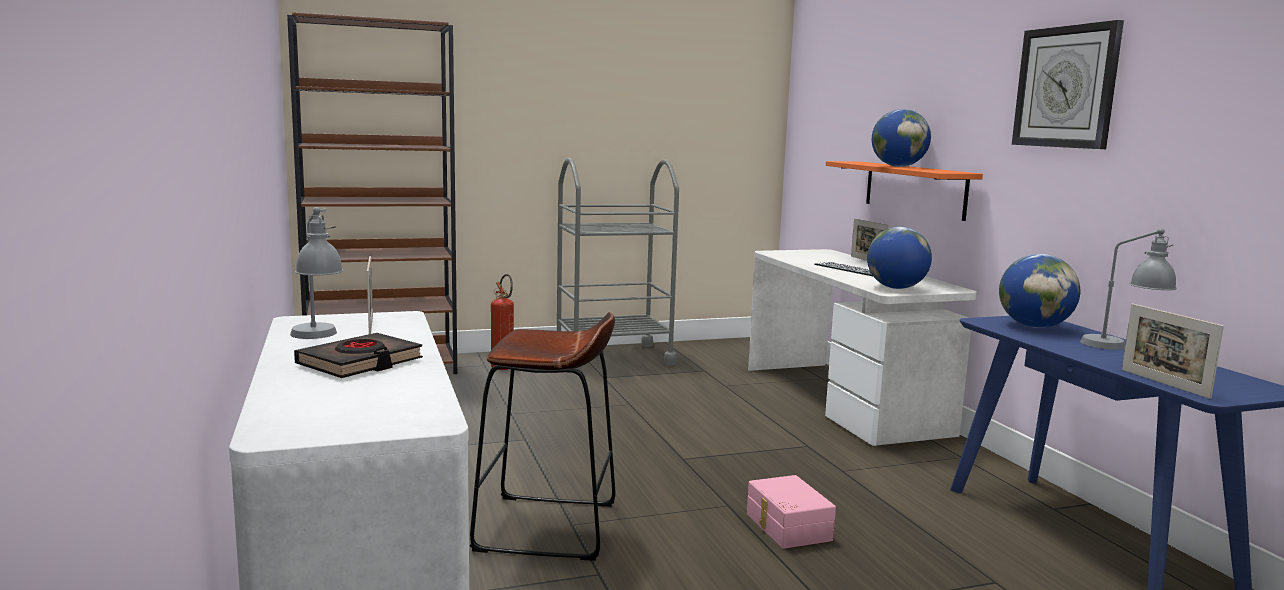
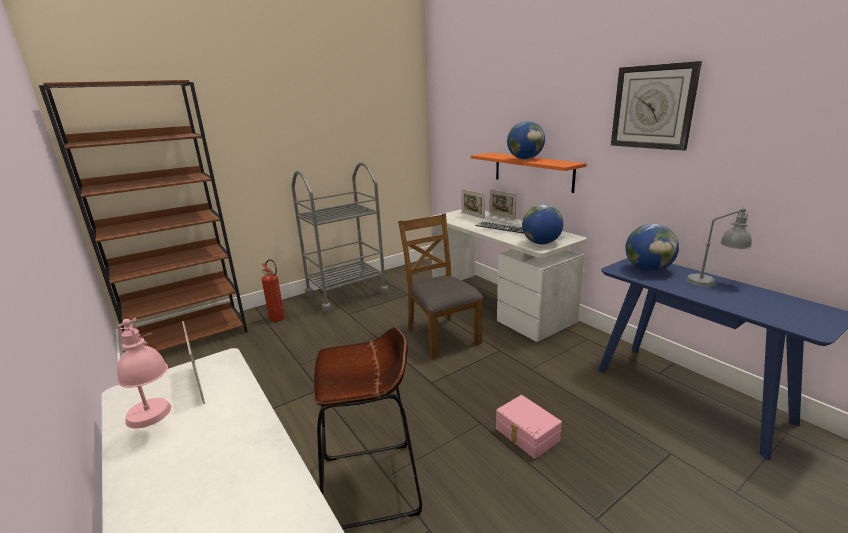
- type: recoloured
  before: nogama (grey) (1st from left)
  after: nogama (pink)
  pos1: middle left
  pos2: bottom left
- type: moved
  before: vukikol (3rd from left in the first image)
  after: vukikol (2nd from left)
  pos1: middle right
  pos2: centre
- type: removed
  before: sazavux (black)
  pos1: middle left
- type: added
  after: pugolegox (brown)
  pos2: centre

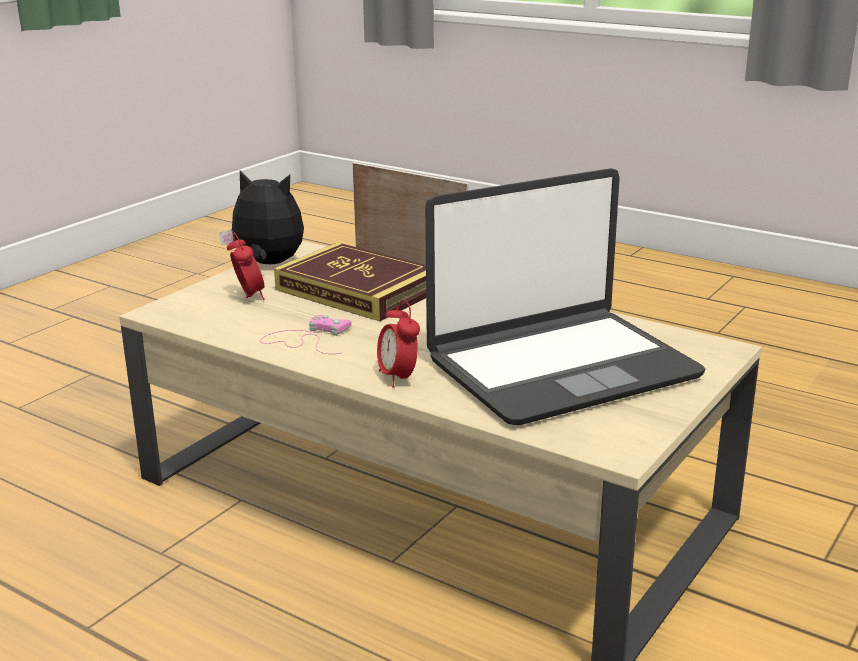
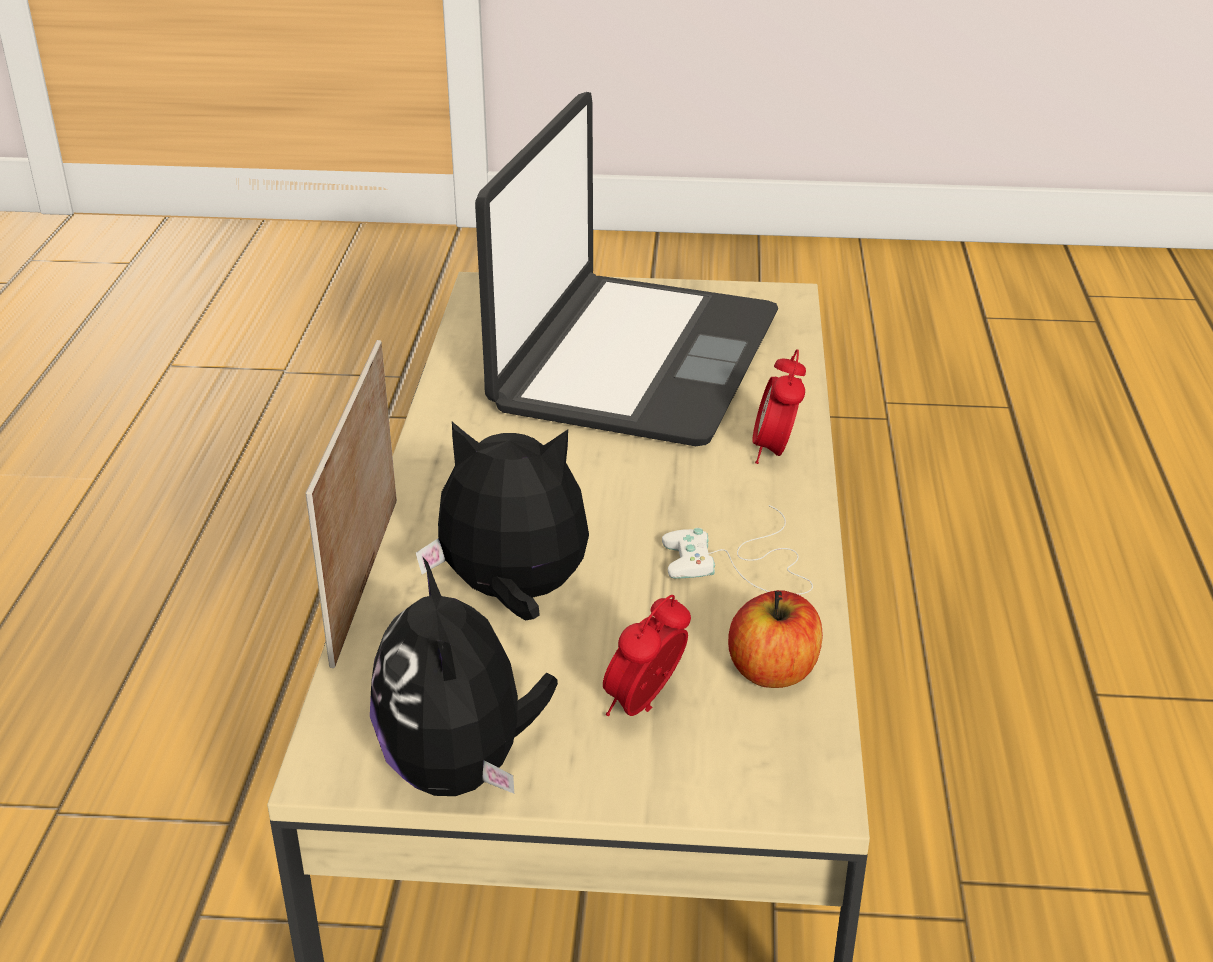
- type: turned
  before: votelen
  pos1: centre
  pos2: top centre
  turn: 75
- type: replaced
  before: sazavux
  after: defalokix (2nd from left)
  pos1: centre
  pos2: centre
- type: turned
  before: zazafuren (2nd from left)
  pos1: centre
  pos2: centre
  turn: 150
- type: recoloured
  before: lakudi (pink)
  after: lakudi (white)
  pos1: centre
  pos2: centre
- type: added
  after: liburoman
  pos2: centre

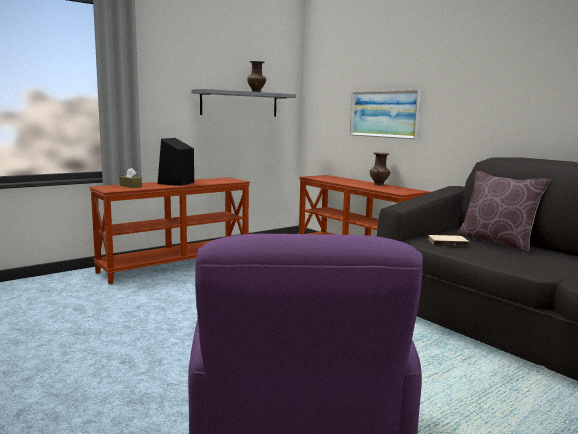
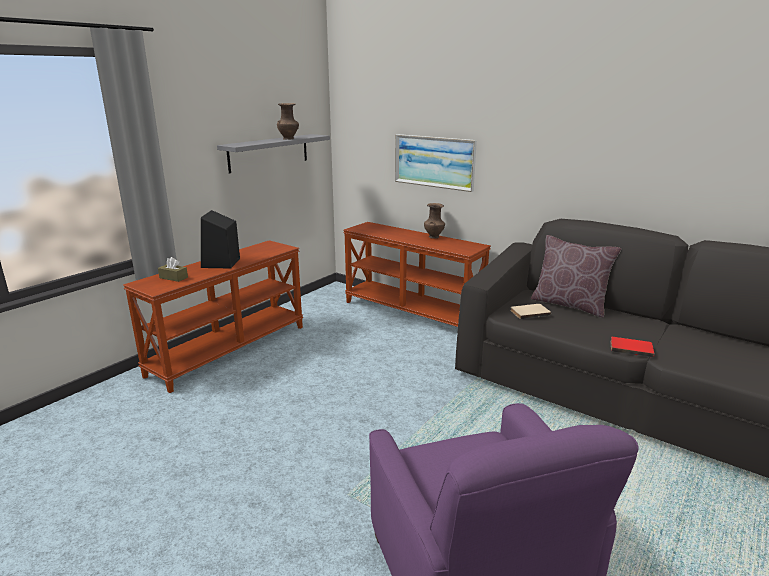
- type: added
  after: sazavux (red)
  pos2: middle right

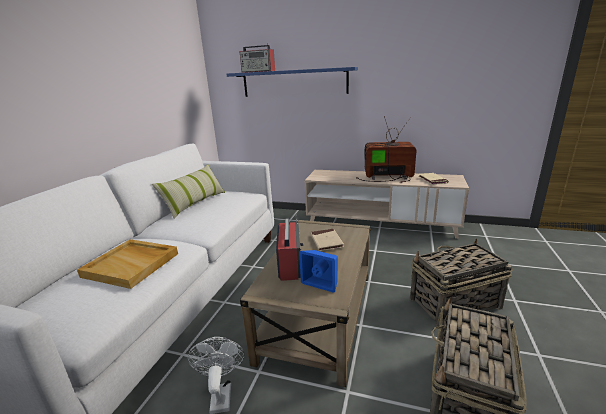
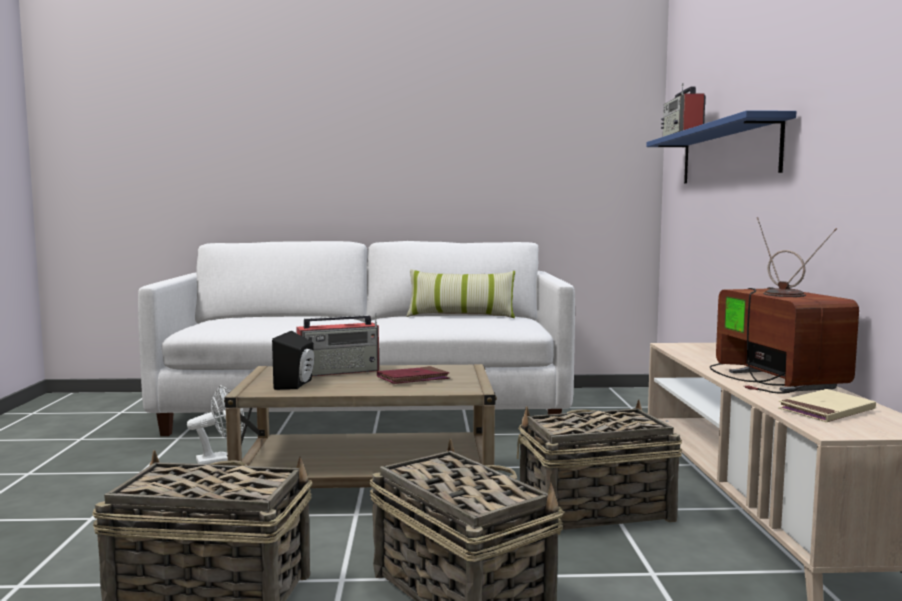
- type: recoloured
  before: sazavux (beige) (1st from left)
  after: sazavux (red)
  pos1: centre
  pos2: centre
- type: removed
  before: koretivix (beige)
  pos1: middle left
- type: recoloured
  before: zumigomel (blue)
  after: zumigomel (black)
  pos1: centre
  pos2: middle left
- type: added
  after: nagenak (3rd from left)
  pos2: bottom centre

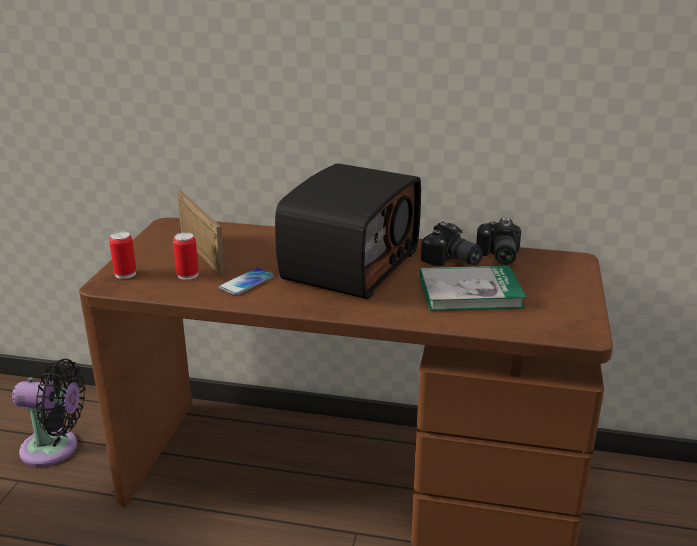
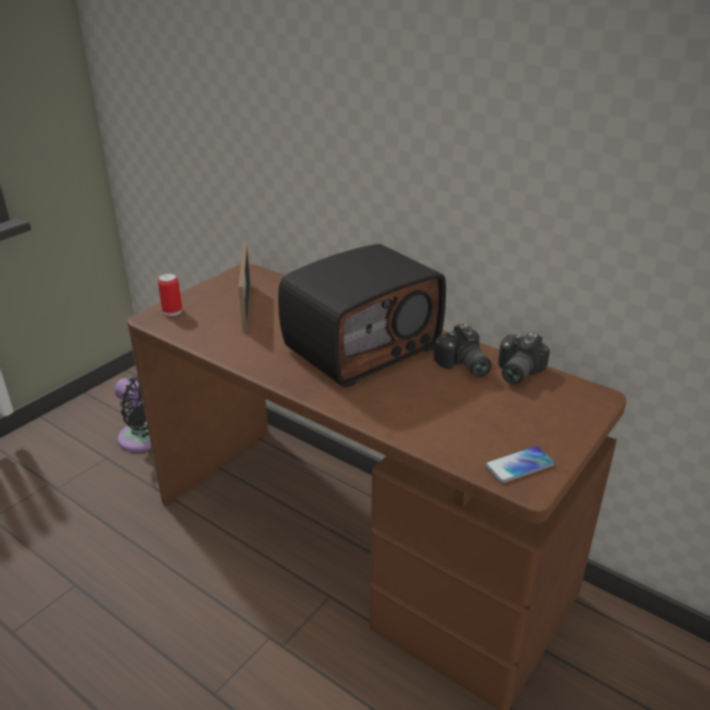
- type: removed
  before: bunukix (2nd from left)
  pos1: middle left
- type: removed
  before: sazavux
  pos1: middle right
- type: moved
  before: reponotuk
  pos1: centre
  pos2: middle right

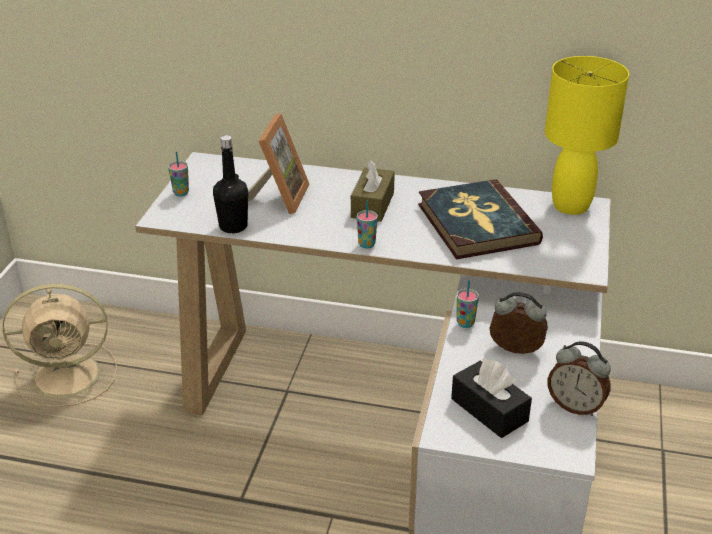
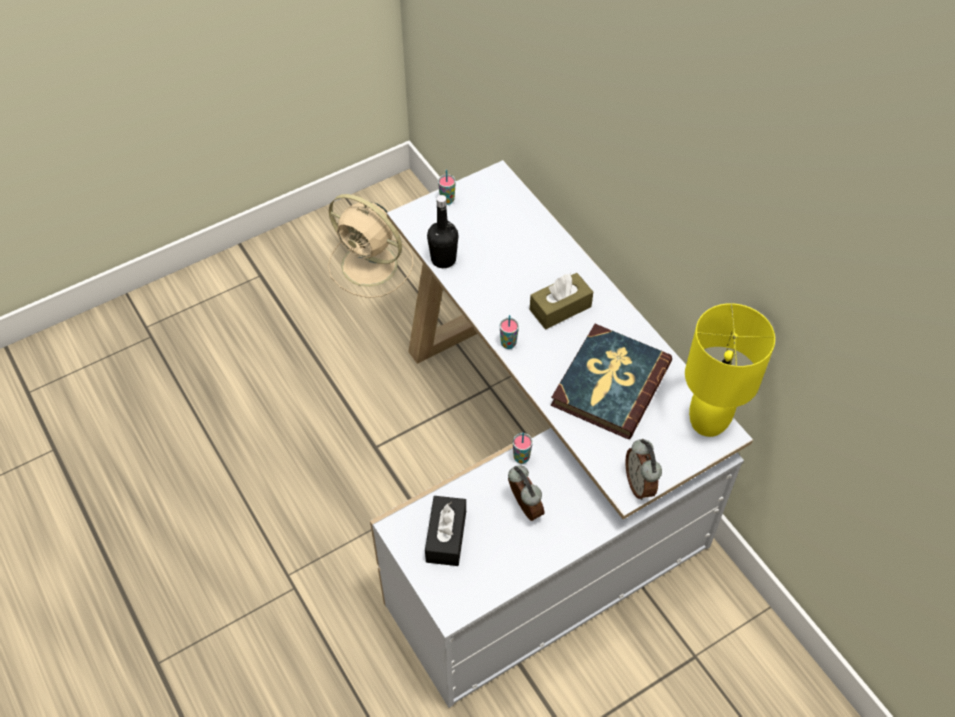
- type: removed
  before: vukikol
  pos1: top centre
- type: moved
  before: zazafuren (2nd from left)
  pos1: bottom right
  pos2: middle right

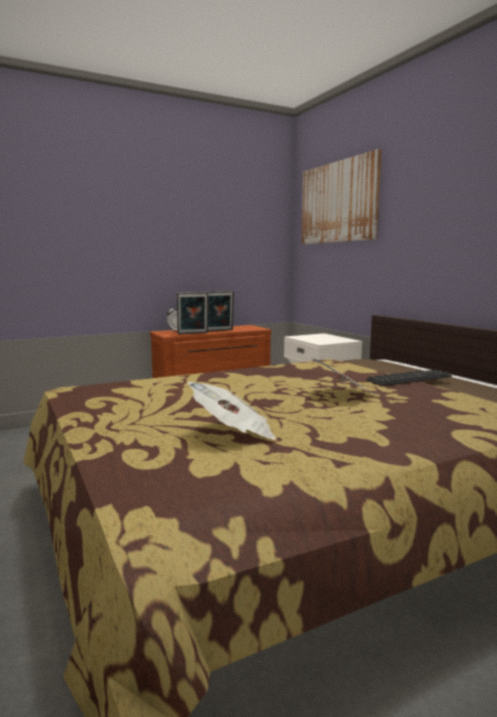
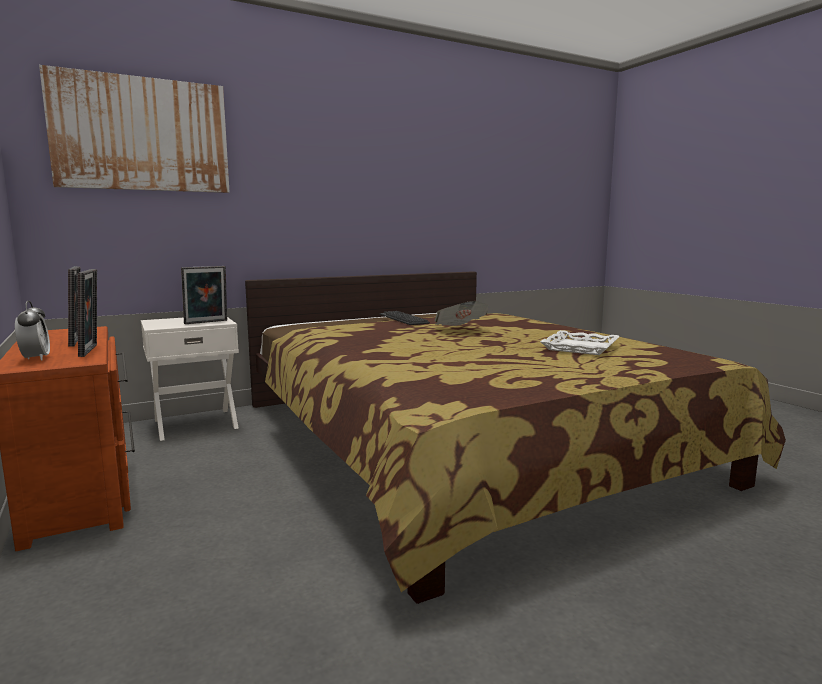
- type: replaced
  before: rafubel (1st from left)
  after: koretivix (white)
  pos1: centre
  pos2: middle right
- type: added
  after: vukikol (3rd from left)
  pos2: middle left

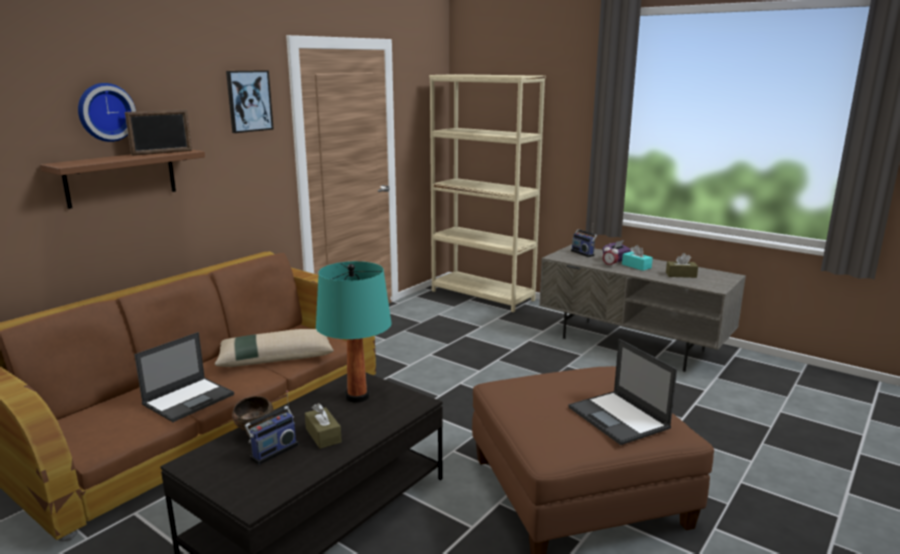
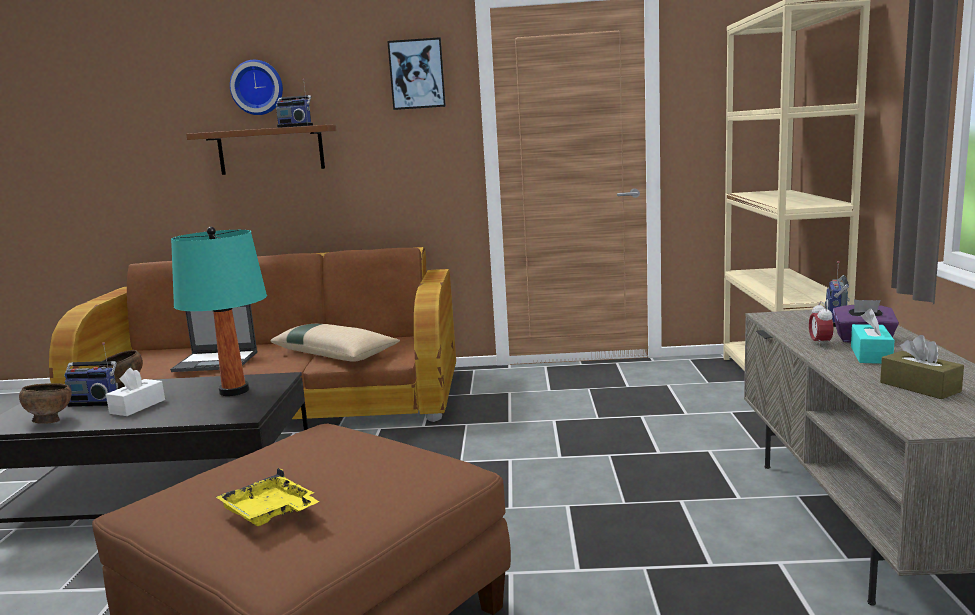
- type: replaced
  before: vukikol
  after: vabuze (2nd from left)
  pos1: top left
  pos2: top left
- type: replaced
  before: votelen (2nd from left)
  after: koretivix (yellow)
  pos1: bottom right
  pos2: bottom left
- type: recoloured
  before: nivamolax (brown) (1st from left)
  after: nivamolax (white)
  pos1: bottom centre
  pos2: middle left
- type: added
  after: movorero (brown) (1st from left)
  pos2: middle left

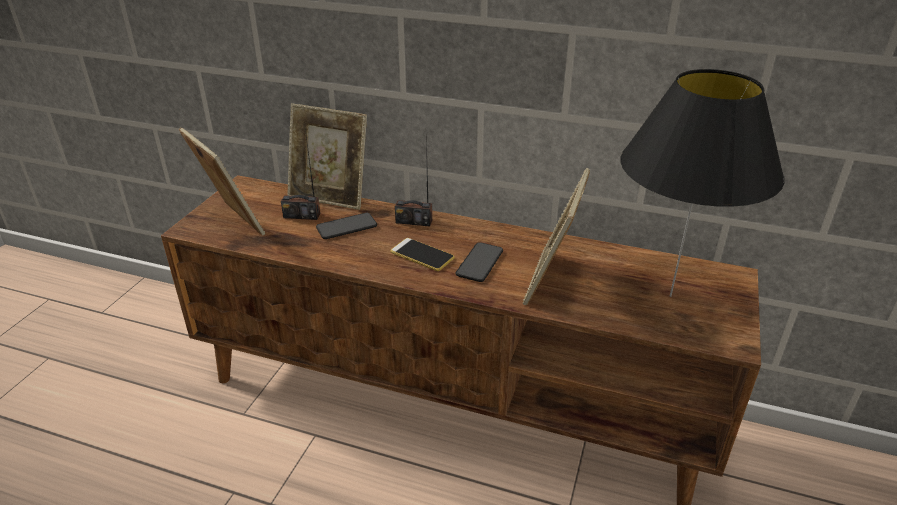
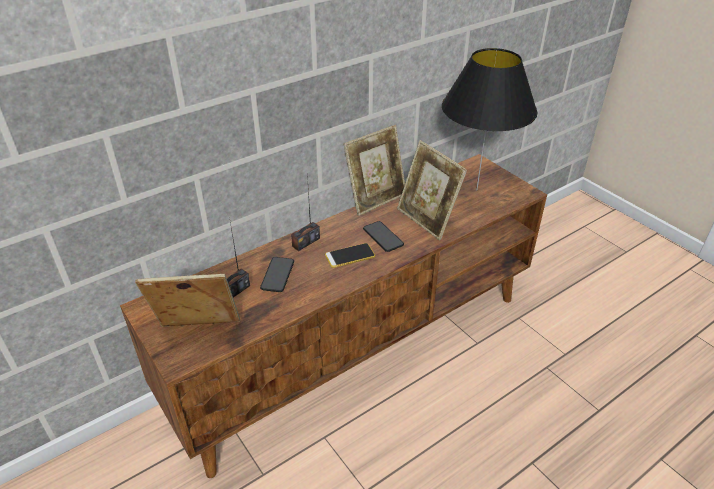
- type: moved
  before: vukikol (2nd from left)
  pos1: top centre
  pos2: centre

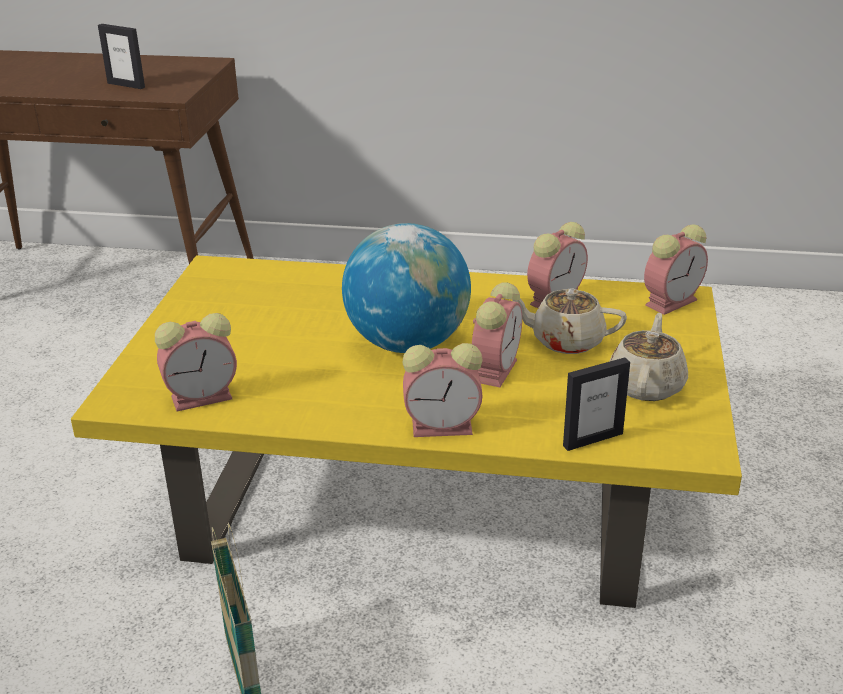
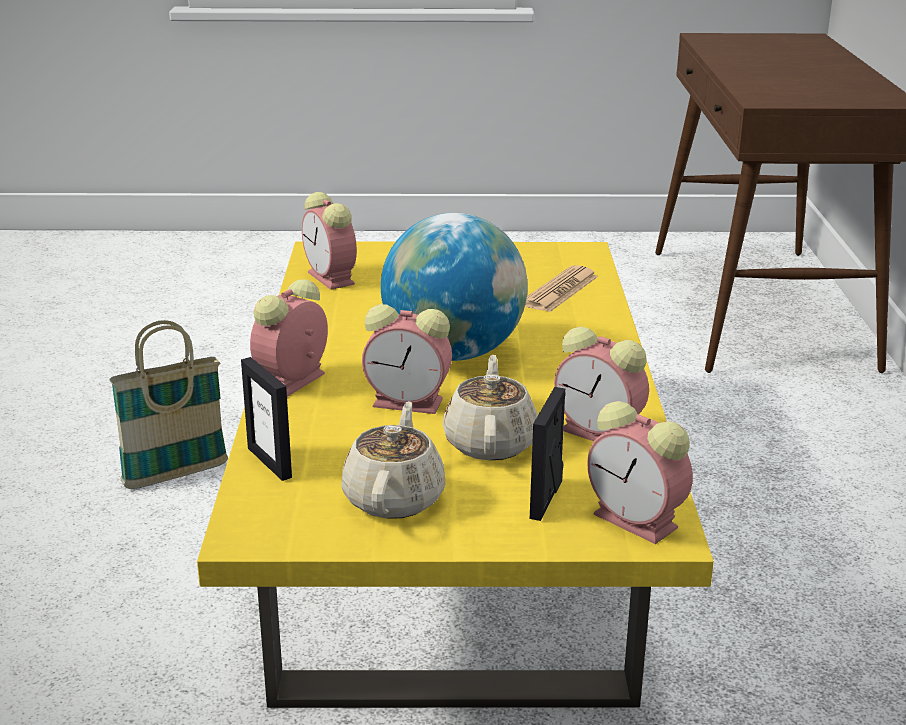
- type: moved
  before: vukikol (1st from left in the first image)
  after: vukikol (2nd from left)
  pos1: top left
  pos2: centre
- type: turned
  before: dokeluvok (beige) (2nd from left in the first image)
  pos1: middle right
  pos2: centre
  turn: -90
- type: turned
  before: zazafuren (2nd from left in the first image)
  pos1: centre
  pos2: middle left
  turn: 45
- type: added
  after: rafubel
  pos2: centre

